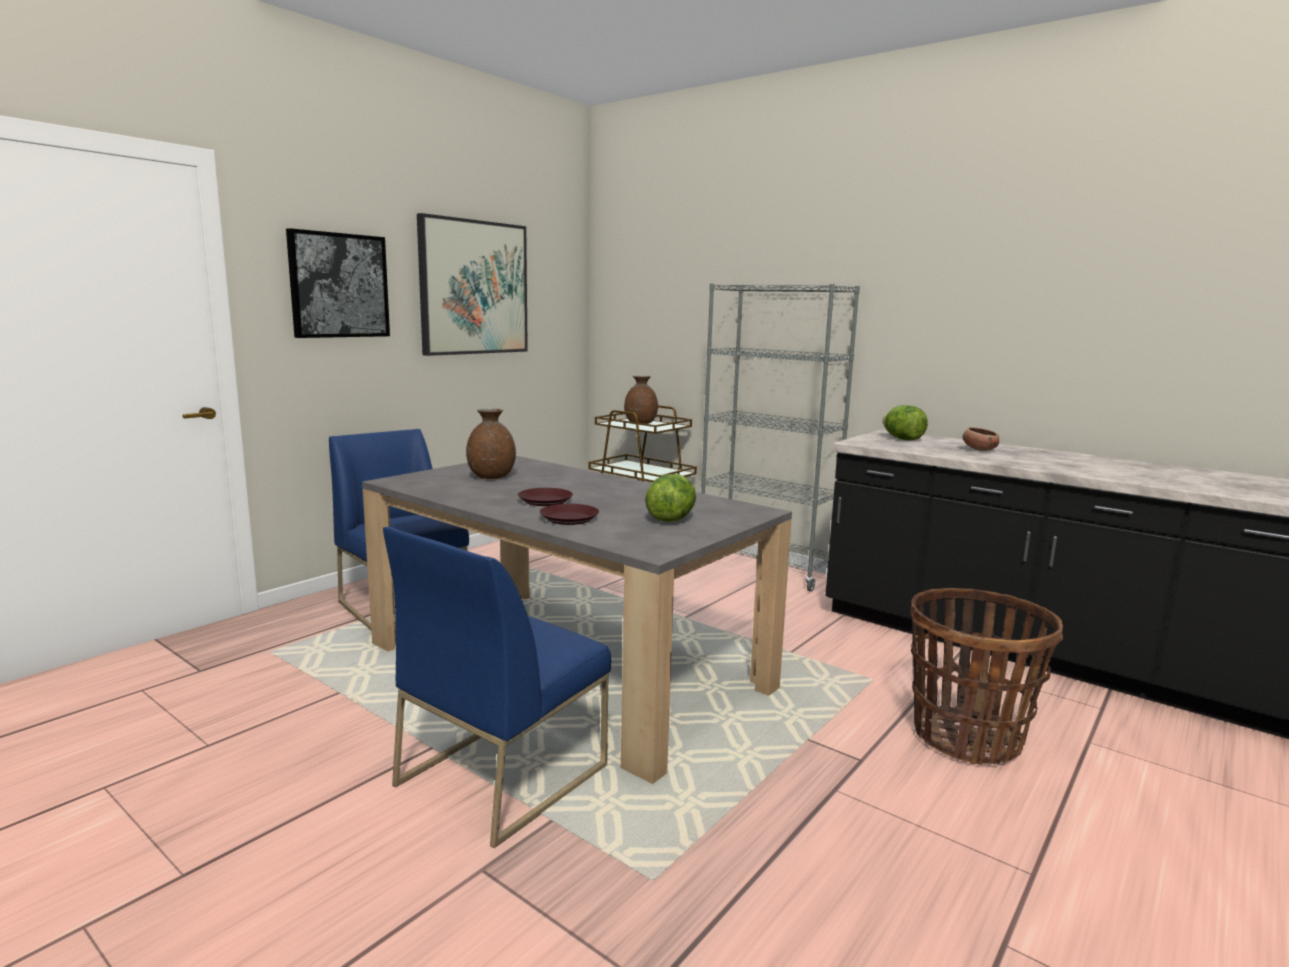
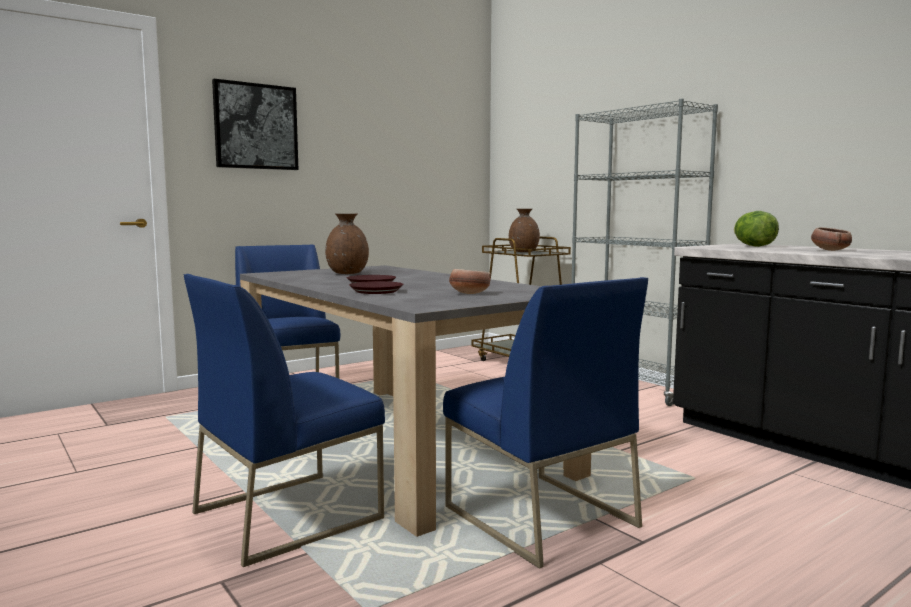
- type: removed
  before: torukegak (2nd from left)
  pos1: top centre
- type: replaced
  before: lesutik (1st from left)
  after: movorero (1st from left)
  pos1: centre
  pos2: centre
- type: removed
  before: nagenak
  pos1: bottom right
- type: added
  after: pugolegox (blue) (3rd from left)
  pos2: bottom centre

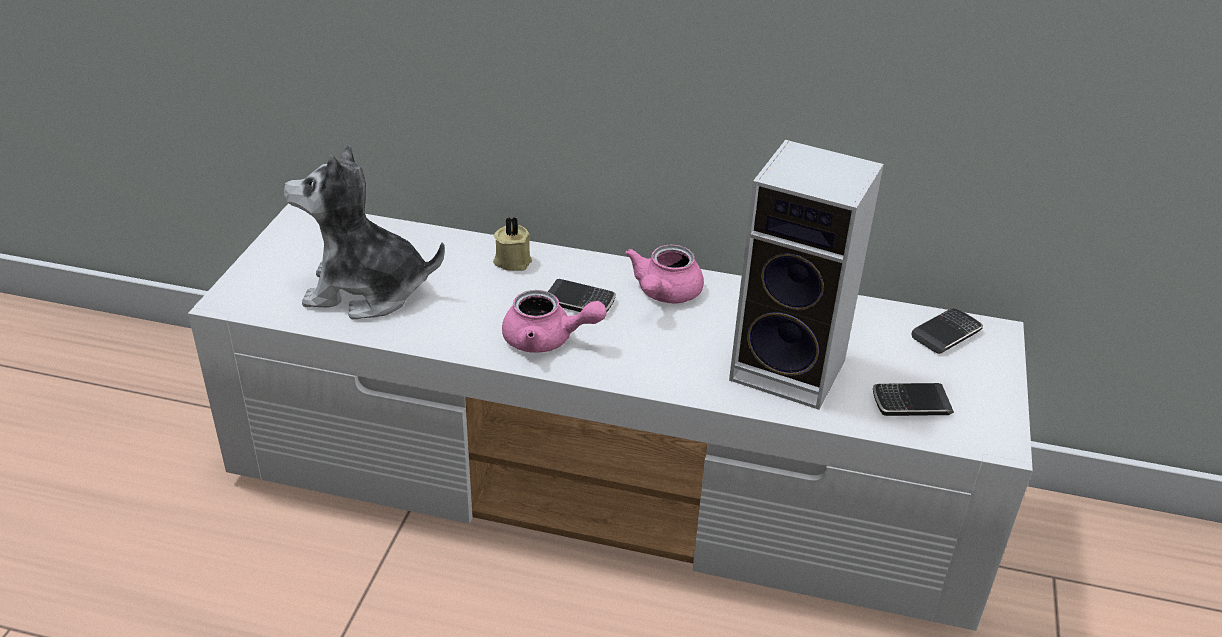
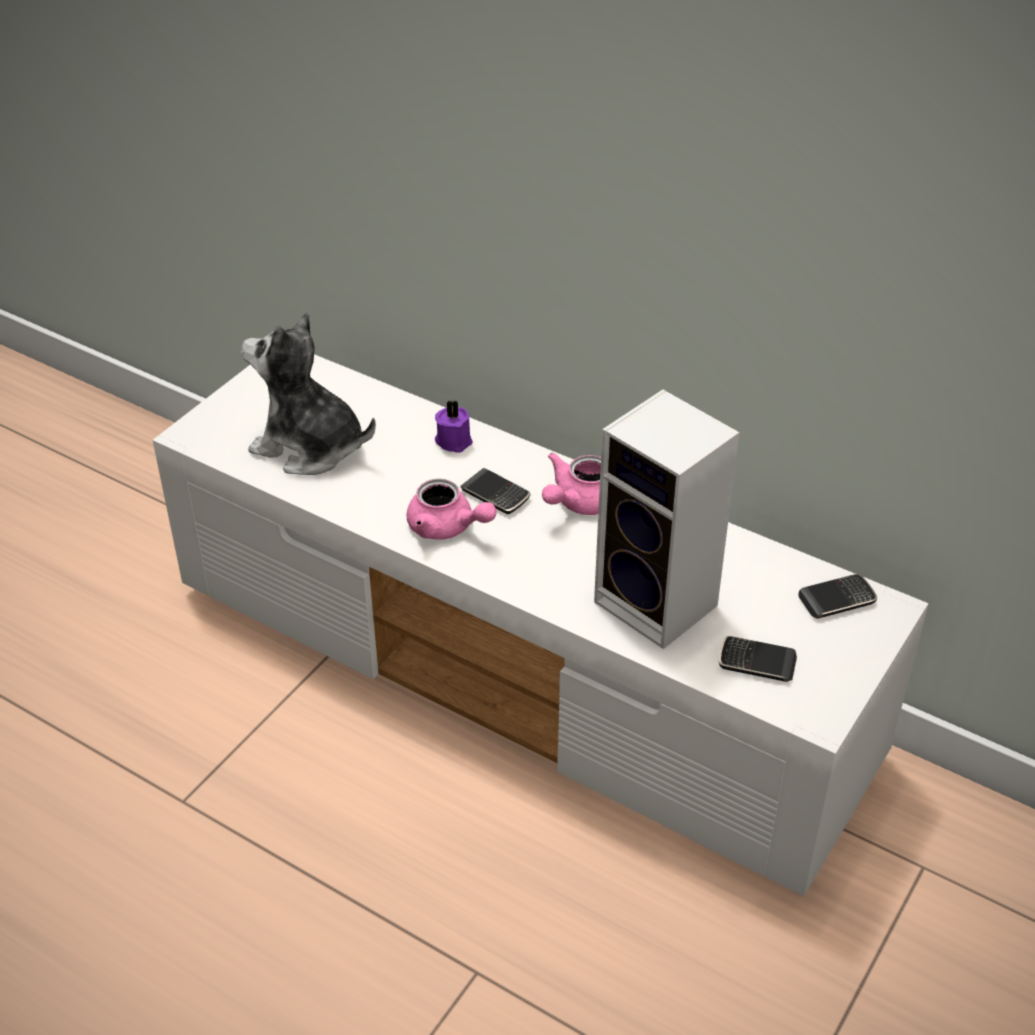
- type: recoloured
  before: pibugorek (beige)
  after: pibugorek (purple)
  pos1: centre
  pos2: centre

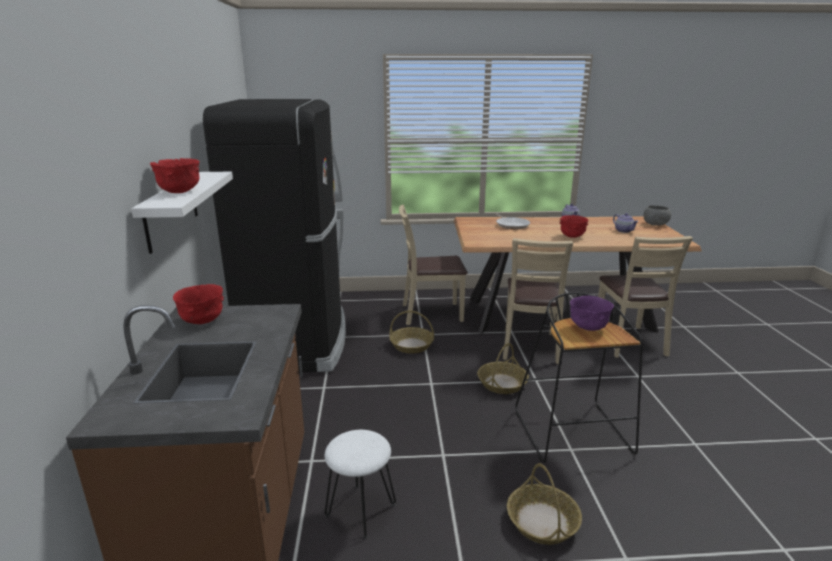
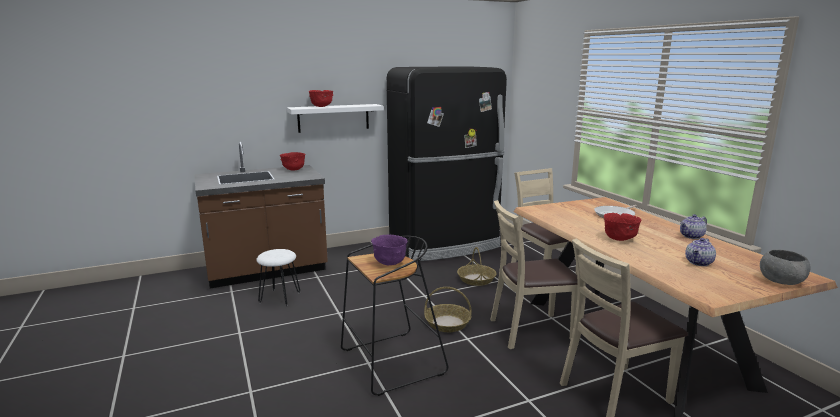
- type: removed
  before: nagenak (3rd from left)
  pos1: bottom centre

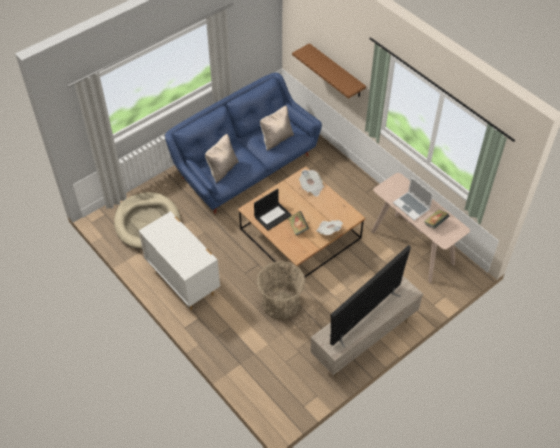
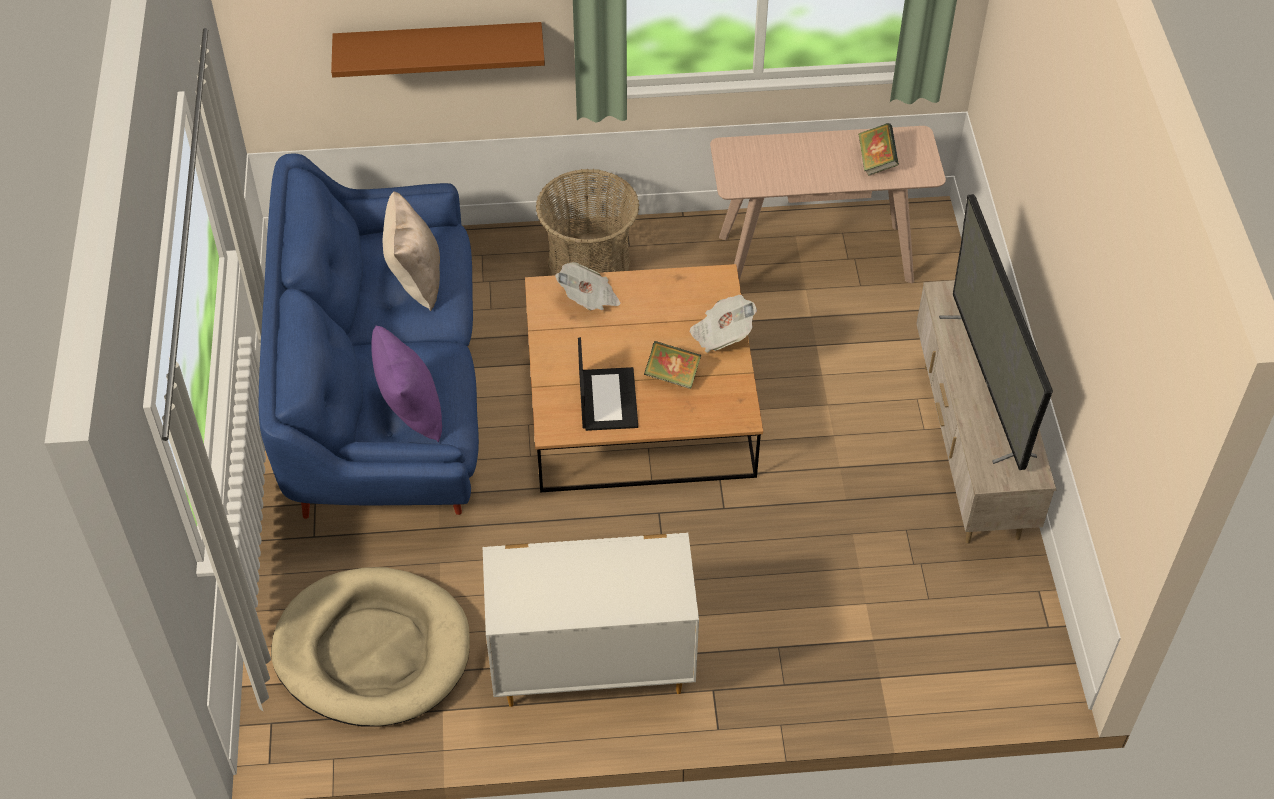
- type: recoloured
  before: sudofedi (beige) (1st from left)
  after: sudofedi (purple)
  pos1: centre
  pos2: middle left
- type: removed
  before: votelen (2nd from left)
  pos1: middle right
- type: moved
  before: nagenak
  pos1: centre
  pos2: top centre

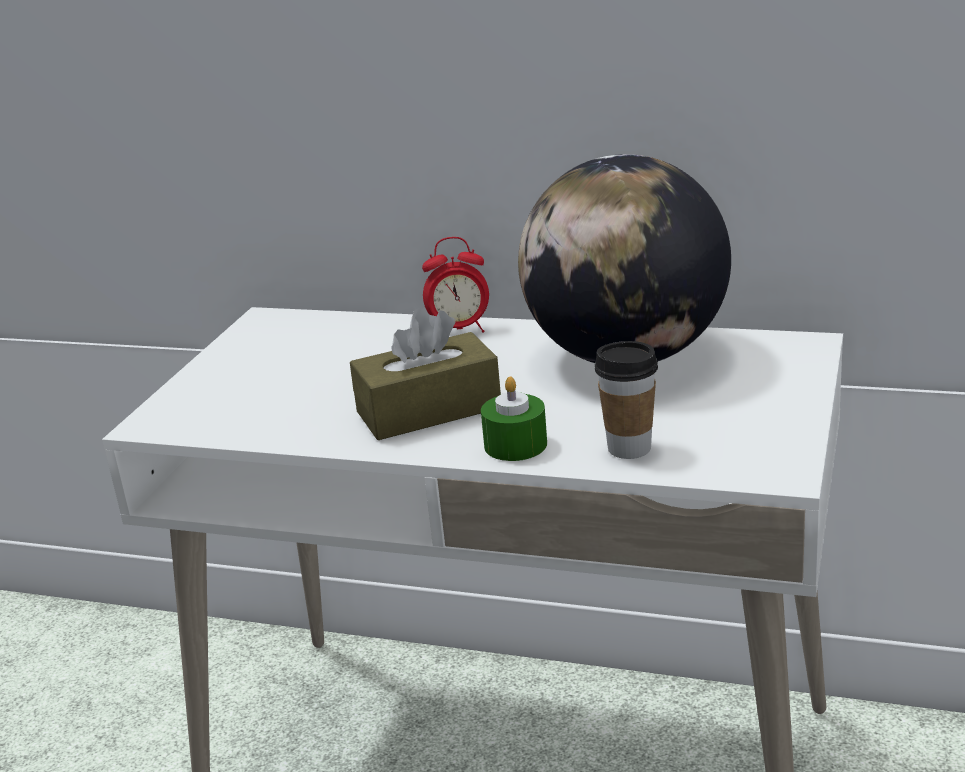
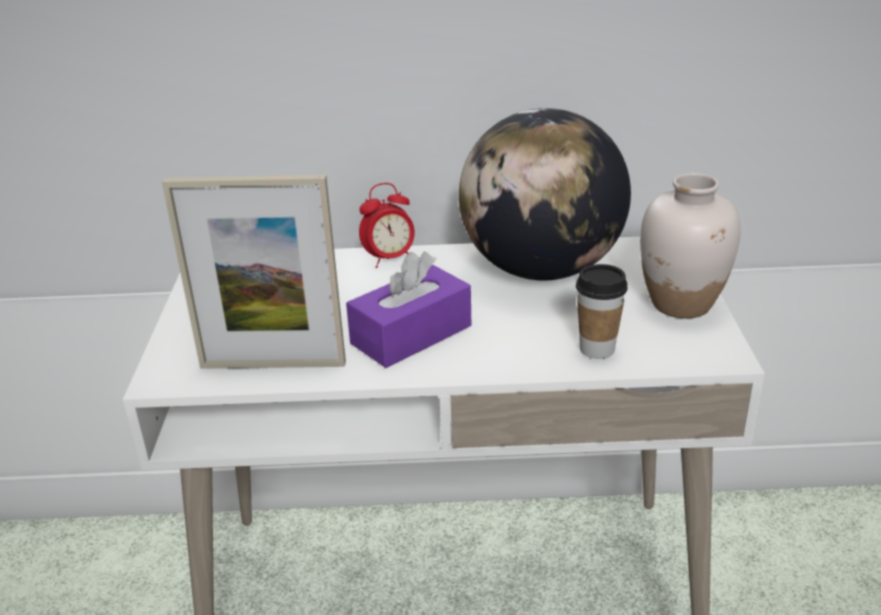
- type: recoloured
  before: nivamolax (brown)
  after: nivamolax (purple)
  pos1: centre
  pos2: centre
- type: removed
  before: pibugorek (green)
  pos1: centre
- type: added
  after: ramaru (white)
  pos2: middle right
- type: added
  after: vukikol
  pos2: middle left

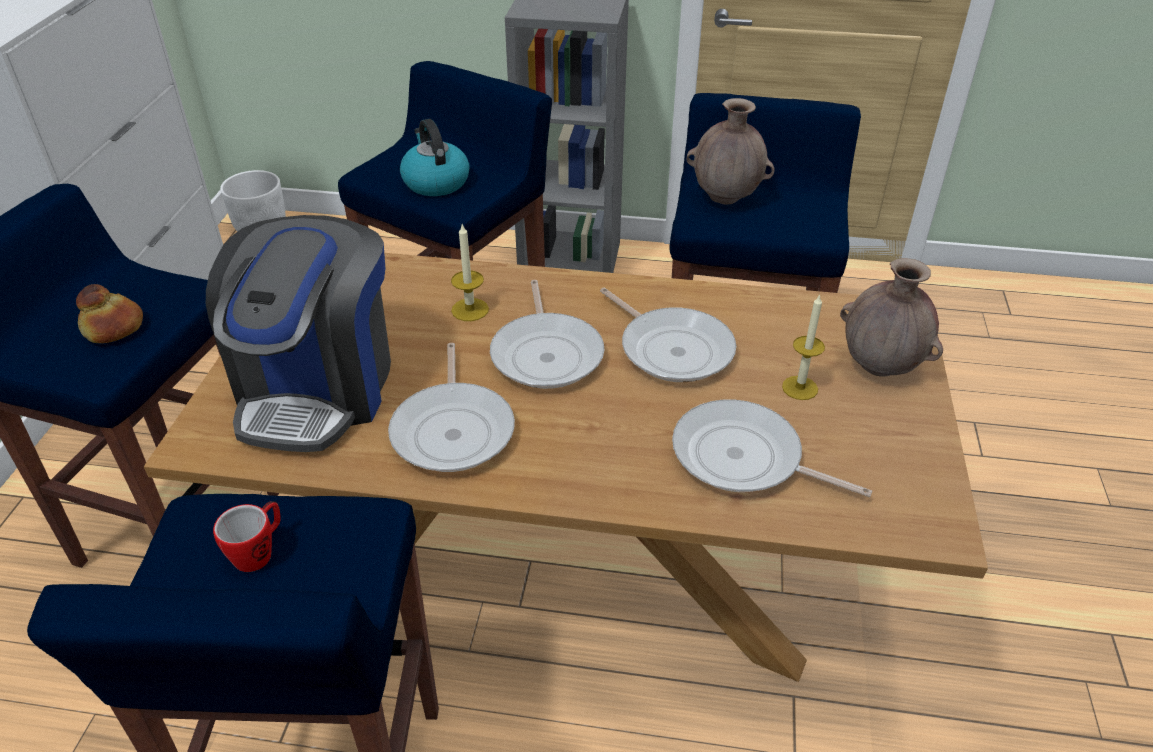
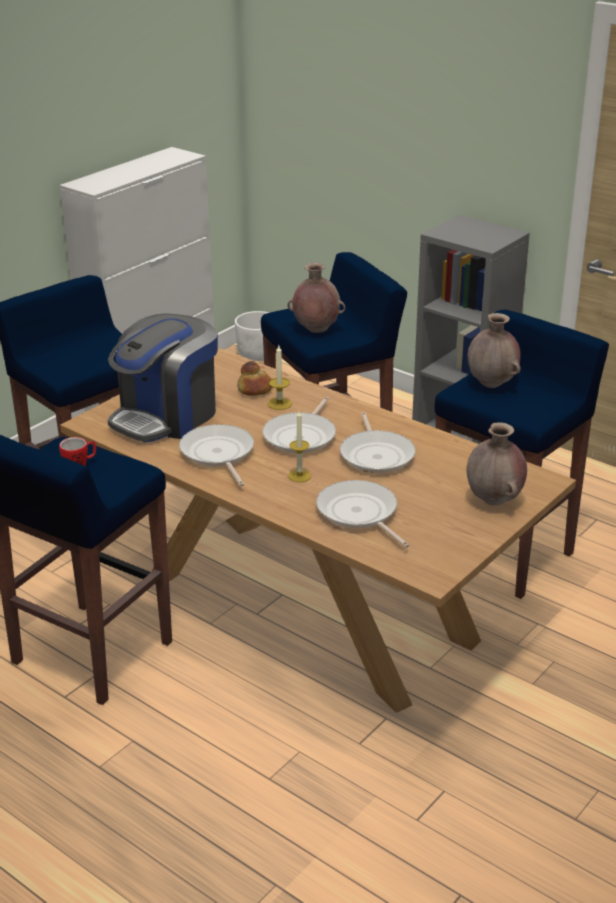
- type: replaced
  before: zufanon
  after: ramaru (brown) (1st from left)
  pos1: top centre
  pos2: top centre
- type: moved
  before: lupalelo
  pos1: middle left
  pos2: centre
- type: moved
  before: pibugorek (2nd from left)
  pos1: middle right
  pos2: centre
- type: turned
  before: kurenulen (1st from left)
  pos1: centre
  pos2: centre
  turn: 135

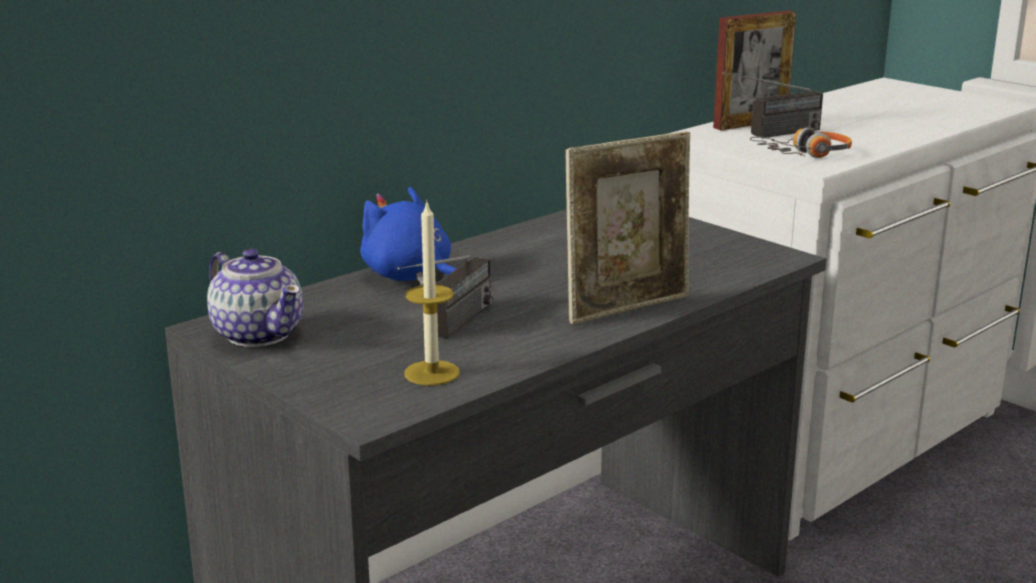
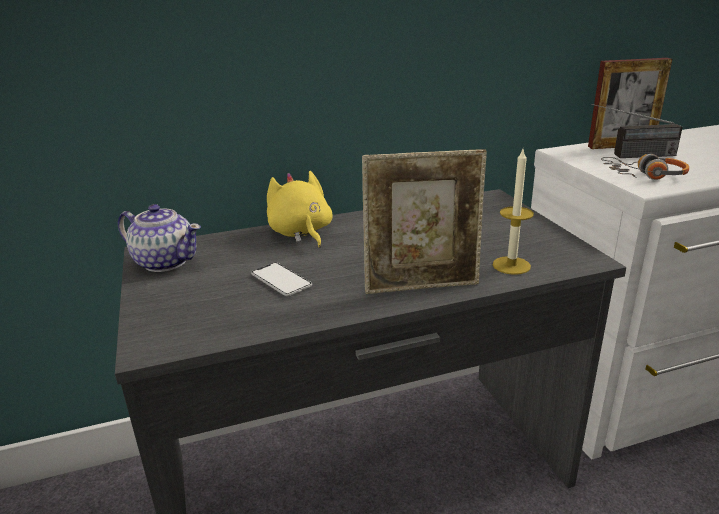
- type: recoloured
  before: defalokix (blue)
  after: defalokix (yellow)
  pos1: centre
  pos2: centre
- type: moved
  before: pibugorek
  pos1: centre
  pos2: middle right
- type: turned
  before: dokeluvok
  pos1: middle left
  pos2: middle left
  turn: -45
- type: replaced
  before: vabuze (1st from left)
  after: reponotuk
  pos1: centre
  pos2: centre

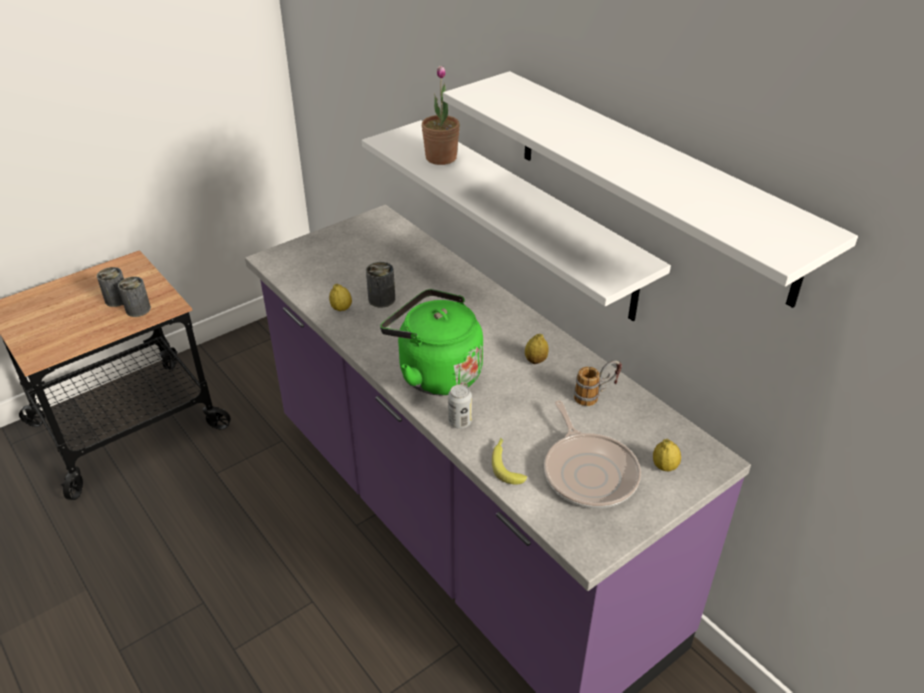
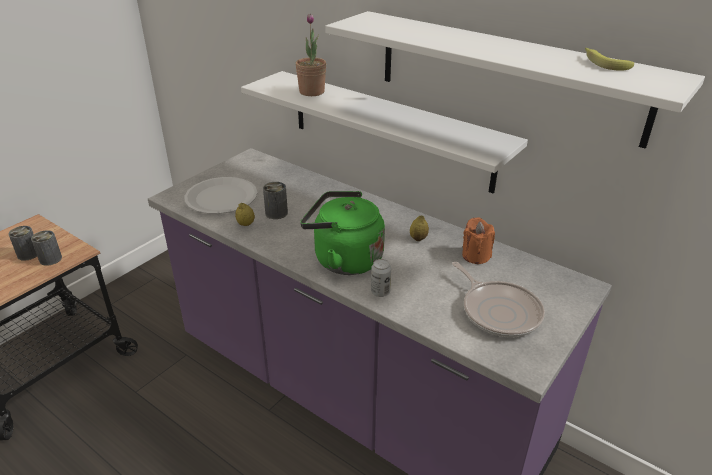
- type: replaced
  before: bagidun
  after: pibugorek (orange)
  pos1: centre
  pos2: middle right
- type: moved
  before: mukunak
  pos1: centre
  pos2: top right
- type: removed
  before: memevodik (3rd from left)
  pos1: middle right
- type: added
  after: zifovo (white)
  pos2: middle left

